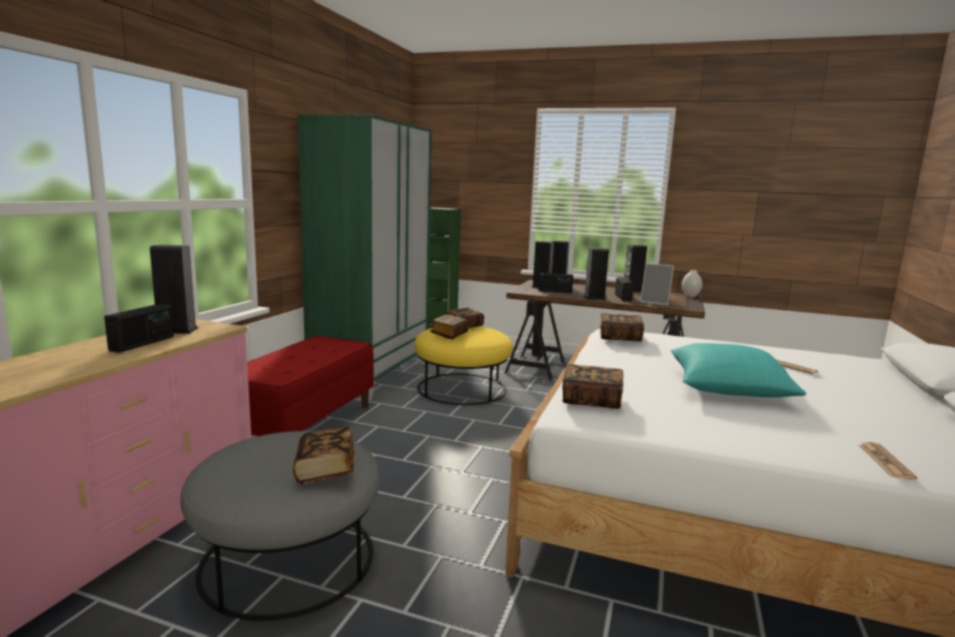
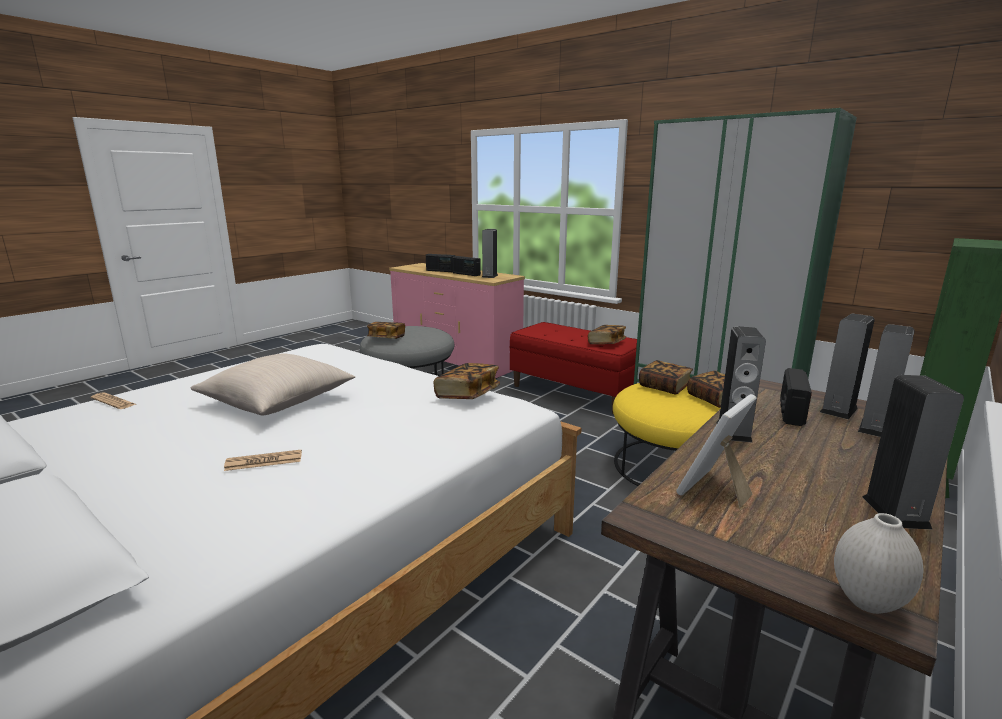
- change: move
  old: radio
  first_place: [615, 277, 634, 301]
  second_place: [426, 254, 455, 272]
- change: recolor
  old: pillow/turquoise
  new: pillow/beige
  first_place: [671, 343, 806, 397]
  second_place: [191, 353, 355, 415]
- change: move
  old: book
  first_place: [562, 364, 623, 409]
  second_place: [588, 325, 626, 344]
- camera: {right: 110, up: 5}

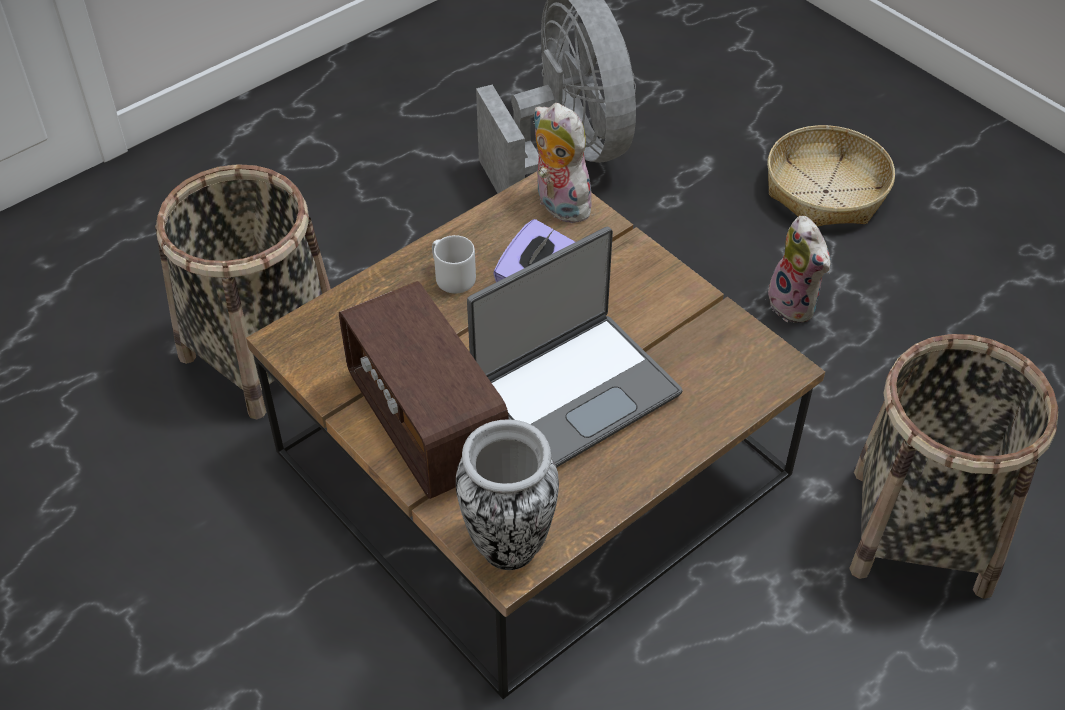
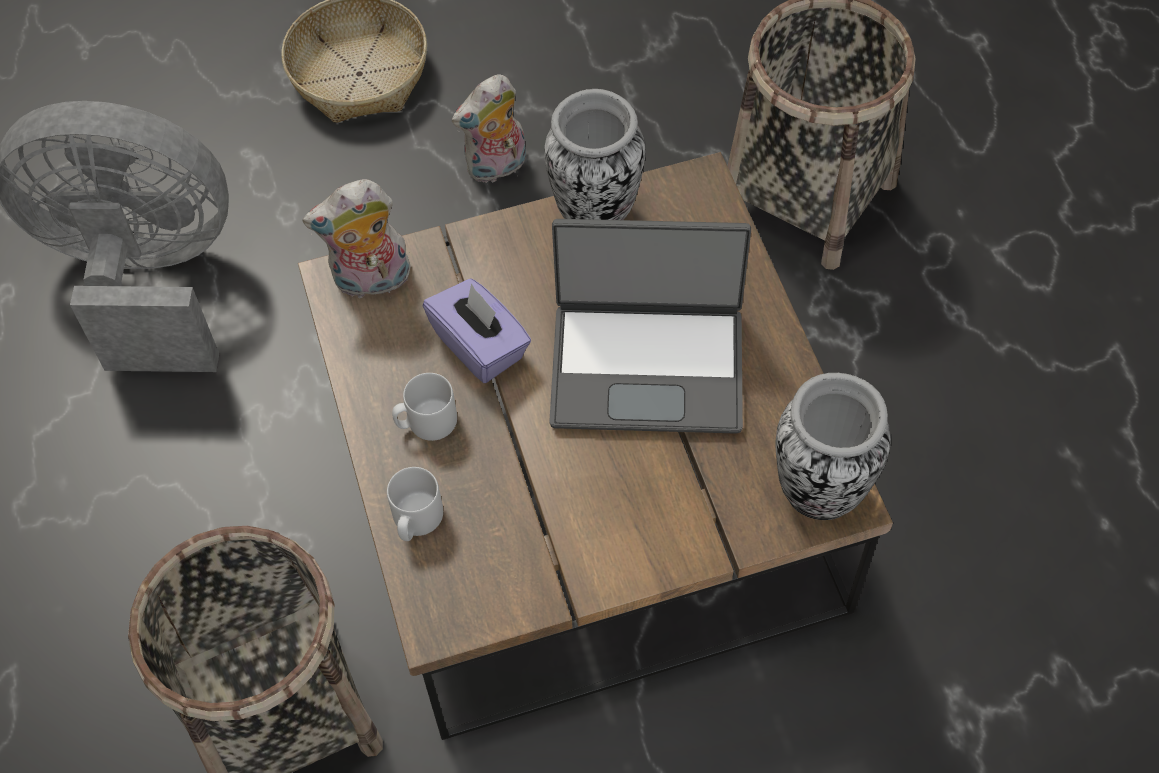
- change: rotate
  old: plush toy
  first_place: [764, 216, 831, 323]
  second_place: [452, 74, 526, 183]
  degrees: 150
- change: rotate
  old: laptop
  first_place: [467, 227, 683, 468]
  second_place: [549, 219, 751, 434]
  degrees: 105
- change: delete
  old: radio
  first_place: [339, 281, 508, 499]
- change: insert
  new: vase
  second_place: [544, 89, 646, 220]
- change: insert
  new: mug/grey
  second_place: [387, 467, 443, 541]
- camera: {right: -65, up: 10}

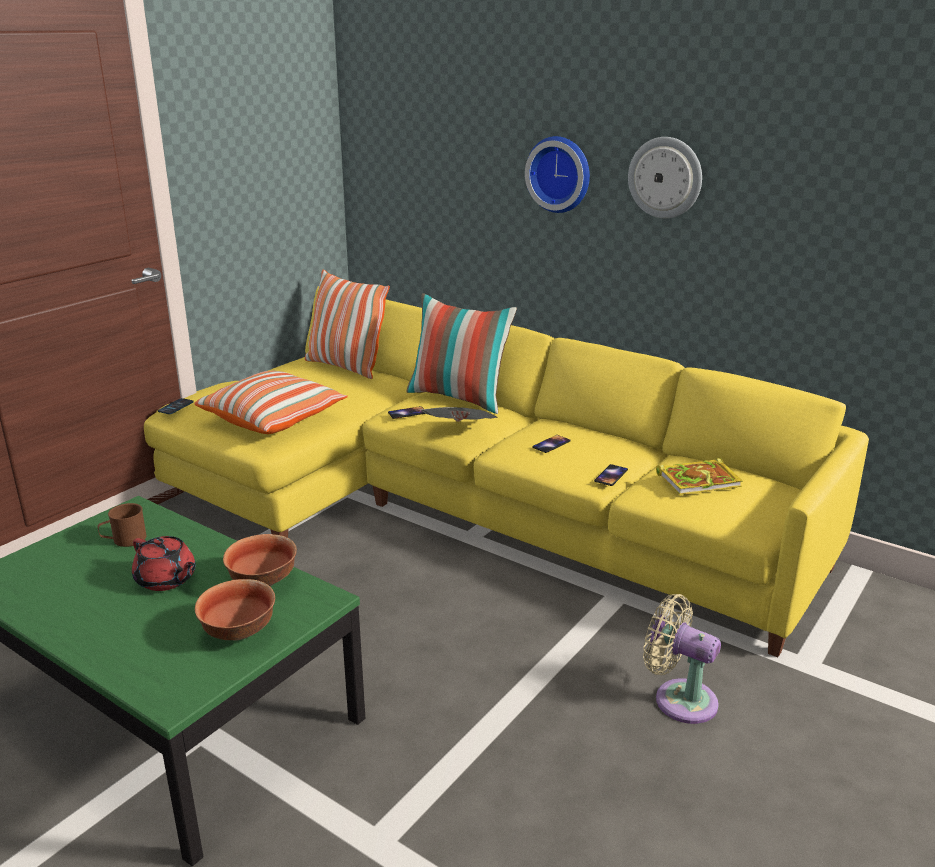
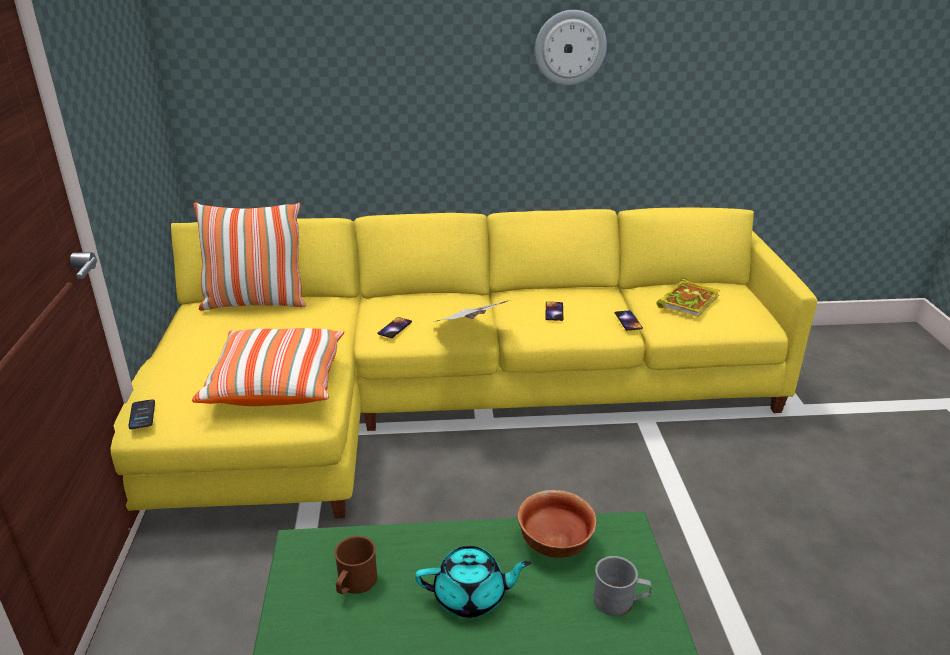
- change: delete
  old: wall clock
  first_place: [525, 136, 590, 213]
- change: delete
  old: pillow
  first_place: [406, 293, 517, 414]
- change: recolor
  old: teapot/red
  new: teapot/turquoise
  first_place: [132, 536, 196, 591]
  second_place: [415, 546, 531, 618]
- change: replace
  old: bowl
  new: mug/grey
  first_place: [195, 579, 275, 640]
  second_place: [593, 556, 652, 616]
- change: delete
  old: fan/beige
  first_place: [643, 594, 721, 724]
- camera: {right: -40, up: 5}

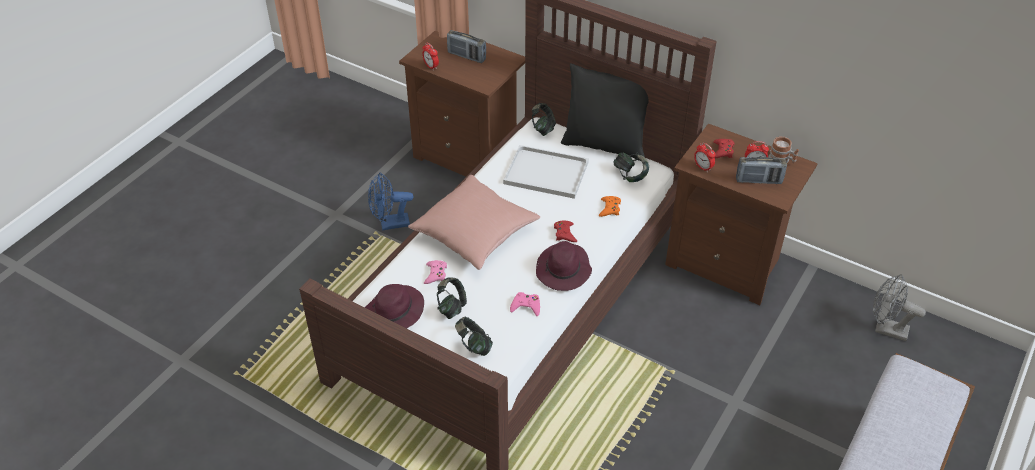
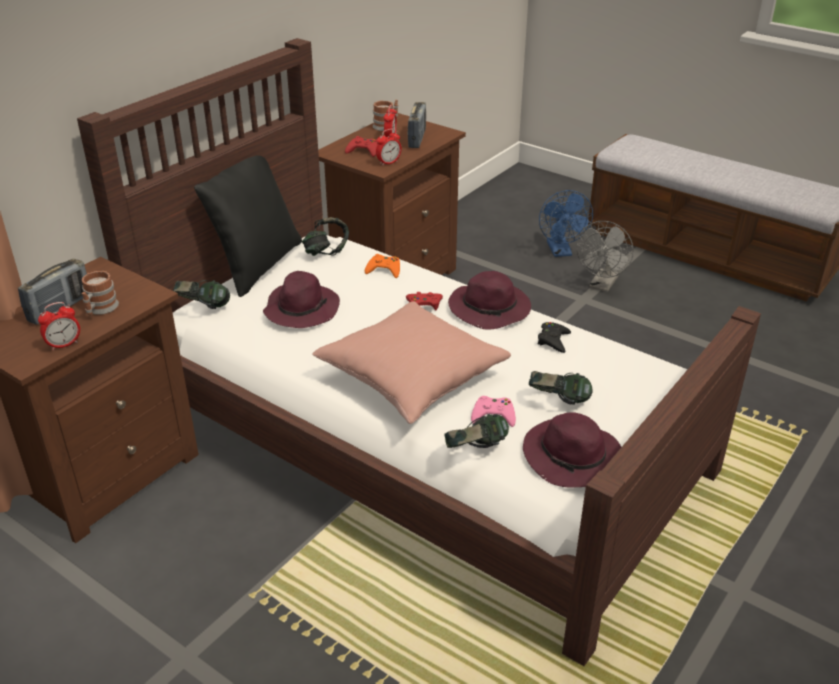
- change: replace
  old: tray/white
  new: hat/purple
  first_place: [503, 145, 589, 199]
  second_place: [263, 271, 340, 328]
- change: move
  old: fan/blue
  first_place: [368, 172, 414, 231]
  second_place: [539, 190, 593, 257]
- change: move
  old: fan/grey
  first_place: [873, 274, 926, 341]
  second_place: [576, 221, 634, 292]
- change: recolor
  old: game controller/pink
  new: game controller/black
  first_place: [510, 292, 540, 316]
  second_place: [537, 322, 571, 353]
- change: move
  old: headphones
  first_place: [455, 317, 493, 356]
  second_place: [444, 414, 509, 448]
- change: insert
  new: mug
  second_place: [82, 271, 119, 316]
- camera: {right: -85, up: -10}

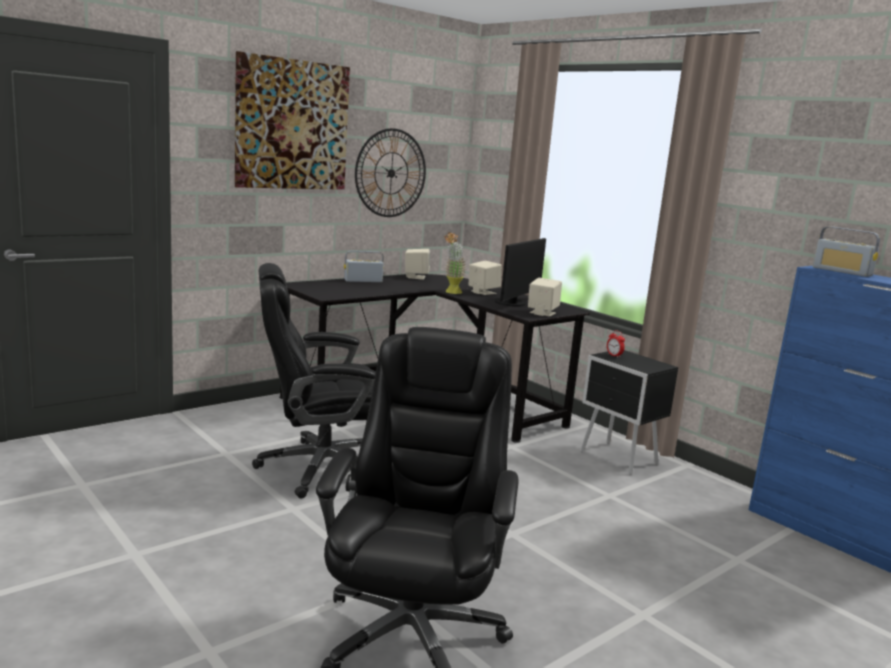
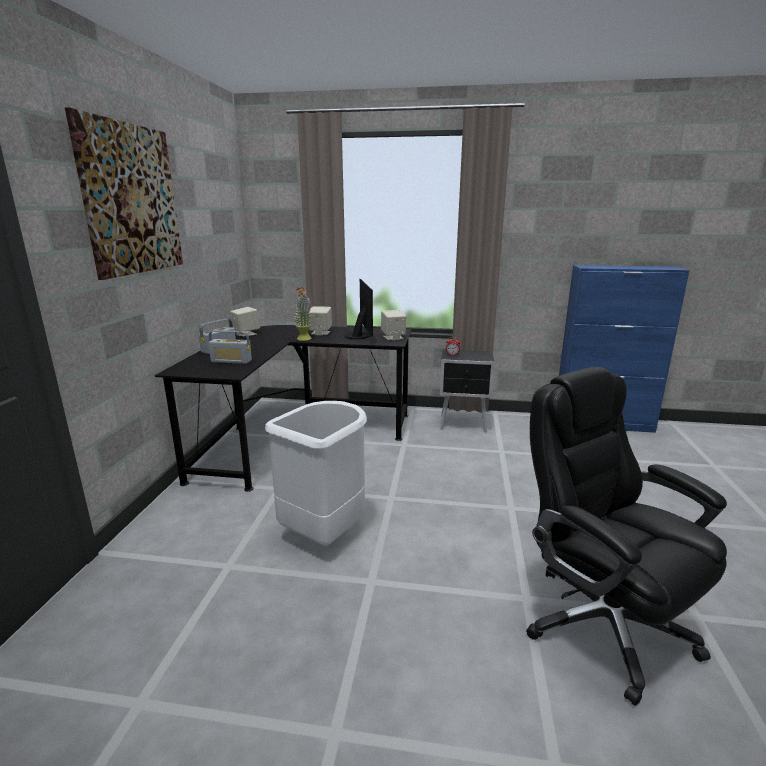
- change: delete
  old: wall clock
  first_place: [355, 128, 426, 217]
- change: move
  old: radio
  first_place: [813, 227, 880, 277]
  second_place: [209, 330, 252, 364]
- change: replace
  old: office chair/black
  new: trash can/white
  first_place: [252, 263, 376, 499]
  second_place: [265, 401, 367, 546]
- camera: {right: -40, up: 5}

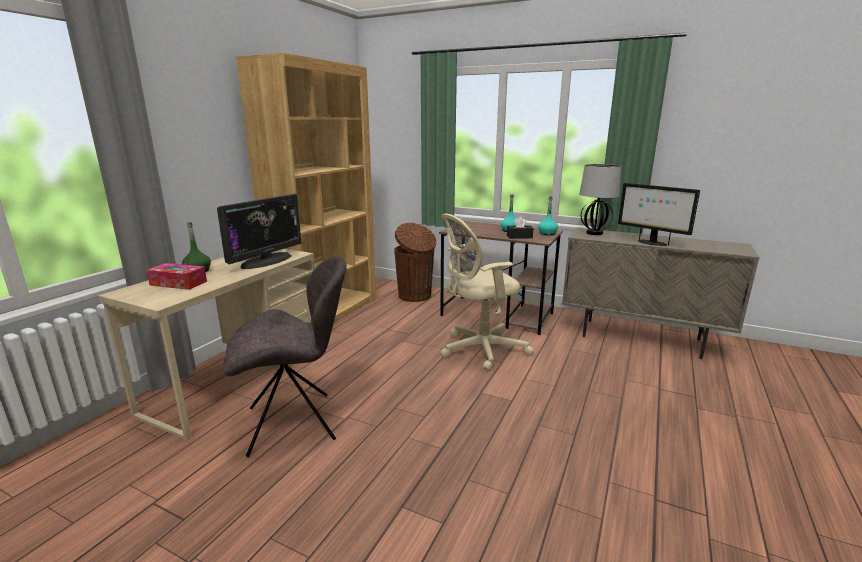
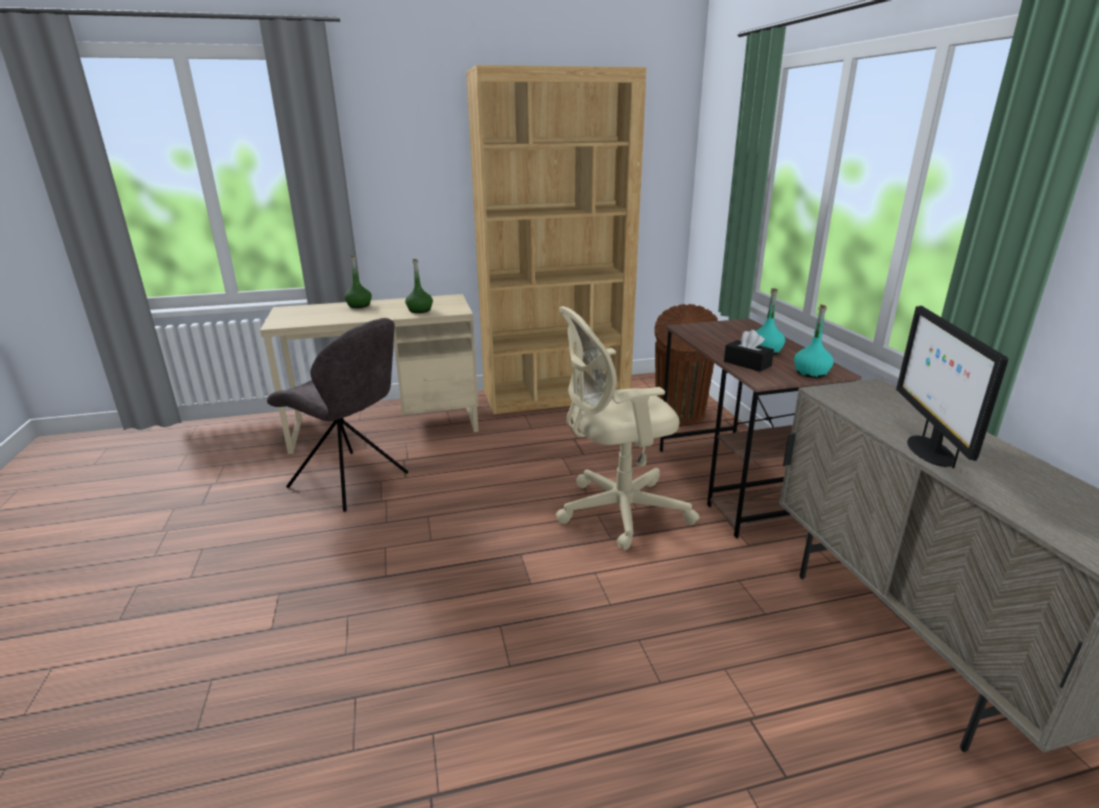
- change: delete
  old: table lamp
  first_place: [579, 164, 621, 235]
- change: replace
  old: monitor
  new: bottle/green
  first_place: [217, 194, 301, 269]
  second_place: [405, 259, 433, 313]
- change: rotate
  old: office chair/beige
  first_place: [440, 214, 534, 371]
  second_place: [556, 306, 700, 550]
  degrees: -45
- change: delete
  old: tissue box
  first_place: [146, 263, 207, 290]
- camera: {right: 50, up: 5}

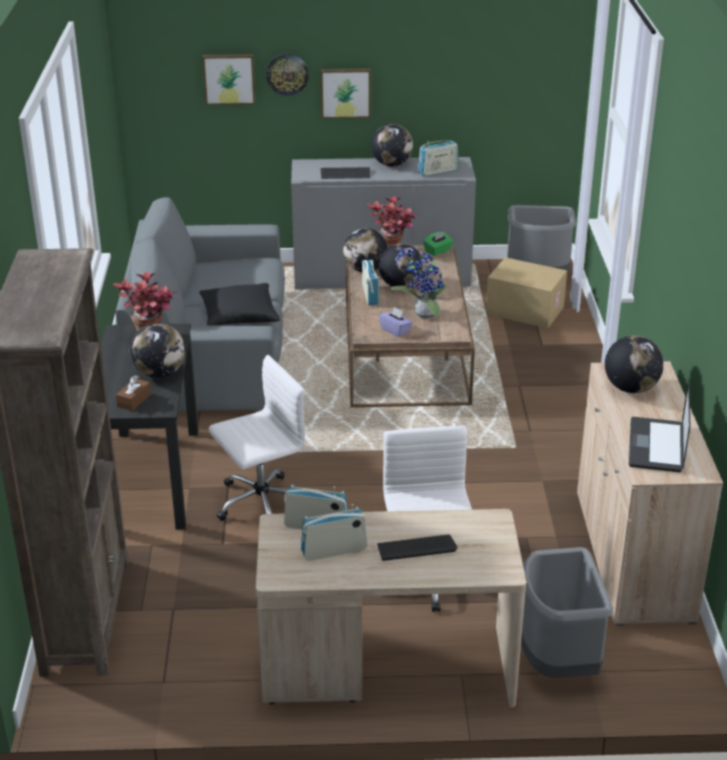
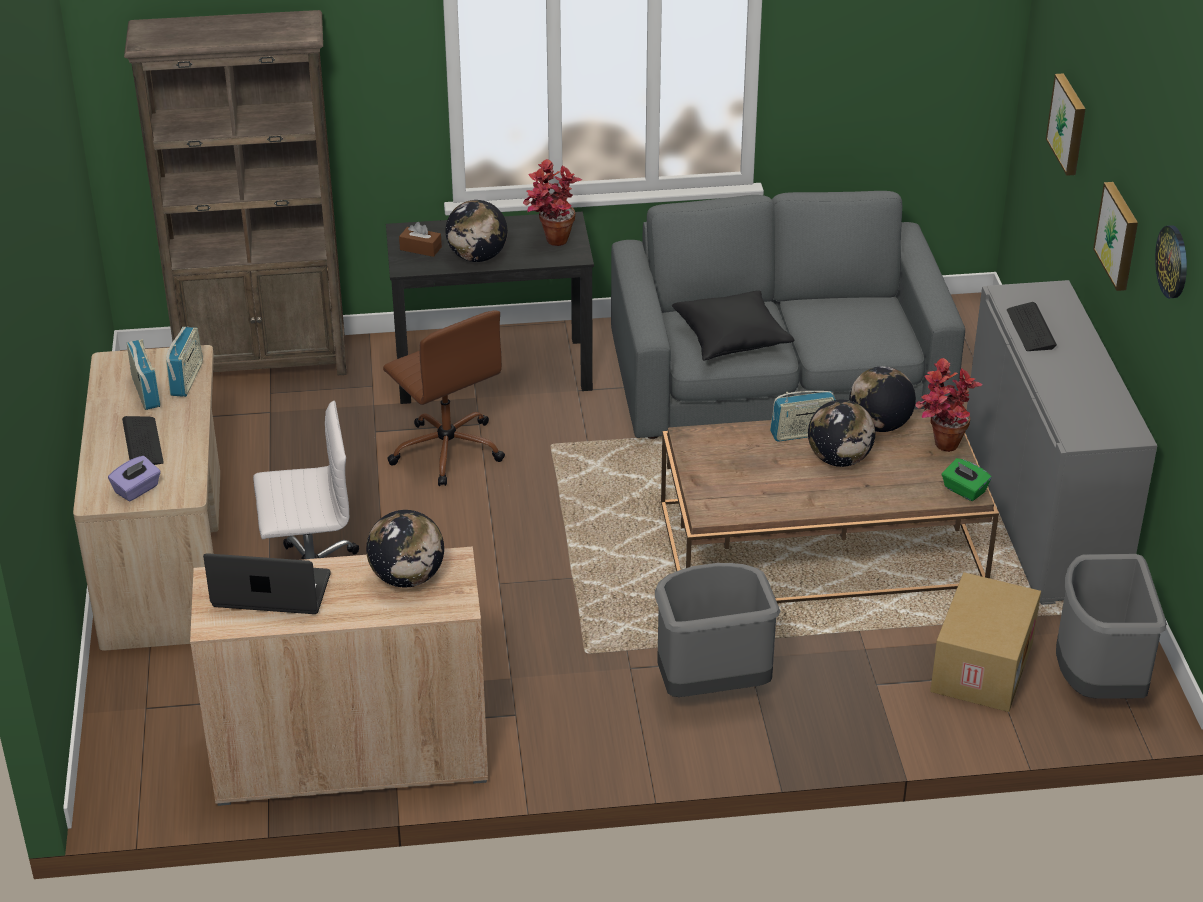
- change: move
  old: wall clock
  first_place: [266, 53, 309, 96]
  second_place: [1155, 225, 1187, 298]
- change: delete
  old: globe
  first_place: [371, 124, 413, 166]
- change: delete
  old: radio
  first_place: [418, 141, 459, 177]
- change: delete
  old: potted plant
  first_place: [391, 249, 447, 319]
- change: move
  old: tissue box/purple
  first_place: [379, 307, 413, 337]
  second_place: [108, 456, 161, 502]
- change: recolor
  old: office chair/white
  new: office chair/brown
  first_place: [209, 355, 305, 521]
  second_place: [383, 310, 505, 486]
- change: move
  old: trash can/grey
  first_place: [521, 547, 613, 678]
  second_place: [655, 563, 781, 697]
- camera: {right: 85, up: 5}

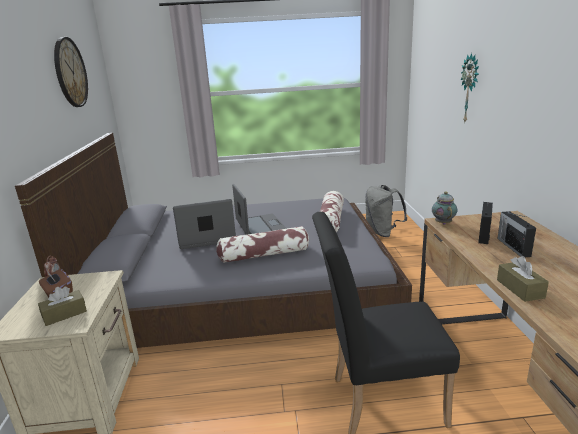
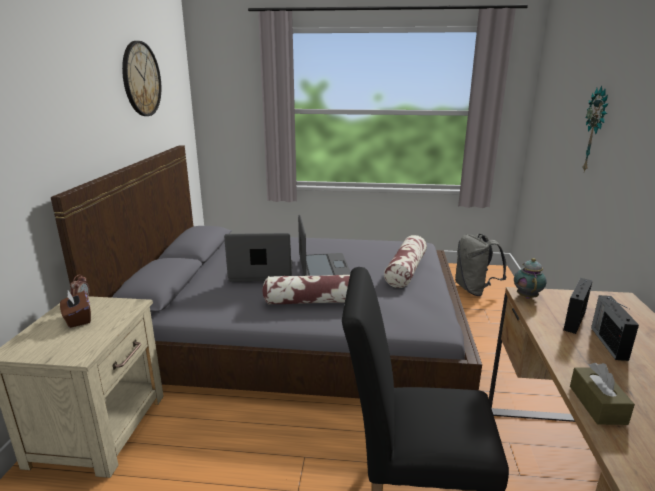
- change: delete
  old: tissue box/brown
  first_place: [38, 286, 87, 326]
- camera: {right: 10, up: 0}

